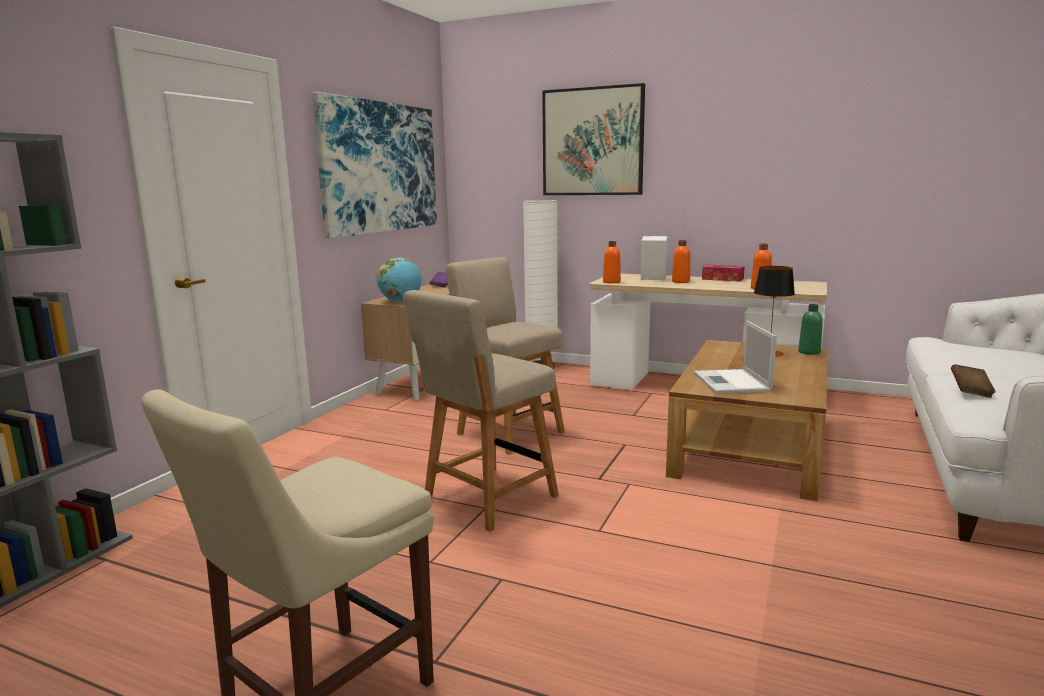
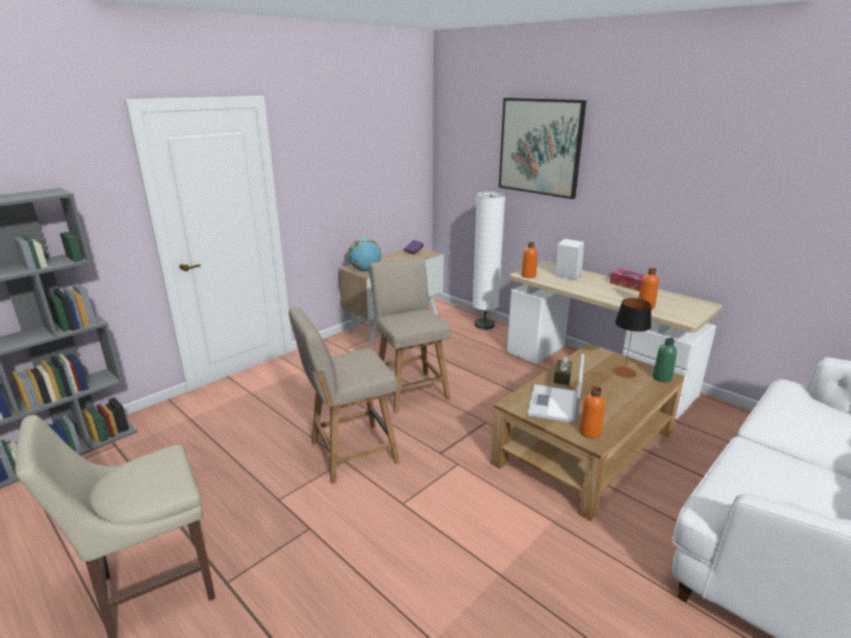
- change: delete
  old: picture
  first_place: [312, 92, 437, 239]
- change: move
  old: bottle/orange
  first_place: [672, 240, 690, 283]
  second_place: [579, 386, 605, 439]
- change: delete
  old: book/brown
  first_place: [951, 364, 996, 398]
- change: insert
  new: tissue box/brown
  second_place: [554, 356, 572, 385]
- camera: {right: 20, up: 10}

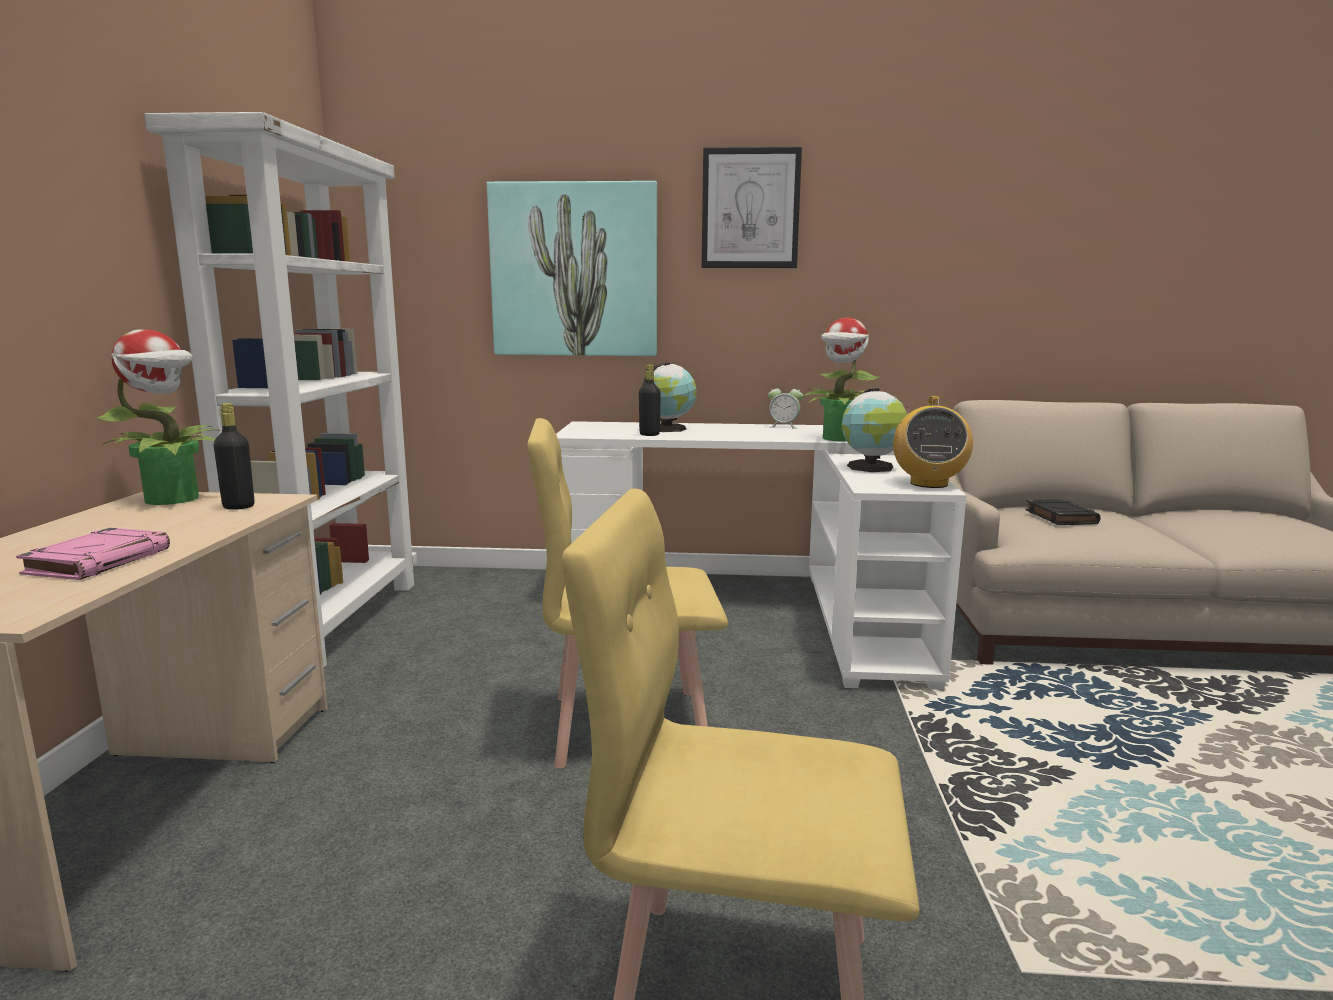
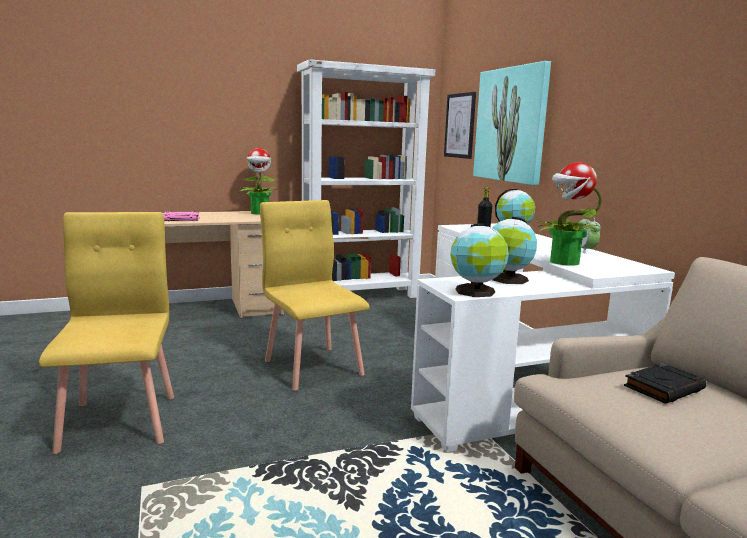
- change: move
  old: picture
  first_place: [702, 147, 802, 268]
  second_place: [444, 92, 476, 159]
- change: replace
  old: radio
  new: globe
  first_place: [893, 396, 973, 488]
  second_place: [450, 223, 509, 297]
- change: delete
  old: bottle/black
  first_place: [213, 403, 255, 510]
- camera: {right: 65, up: 0}

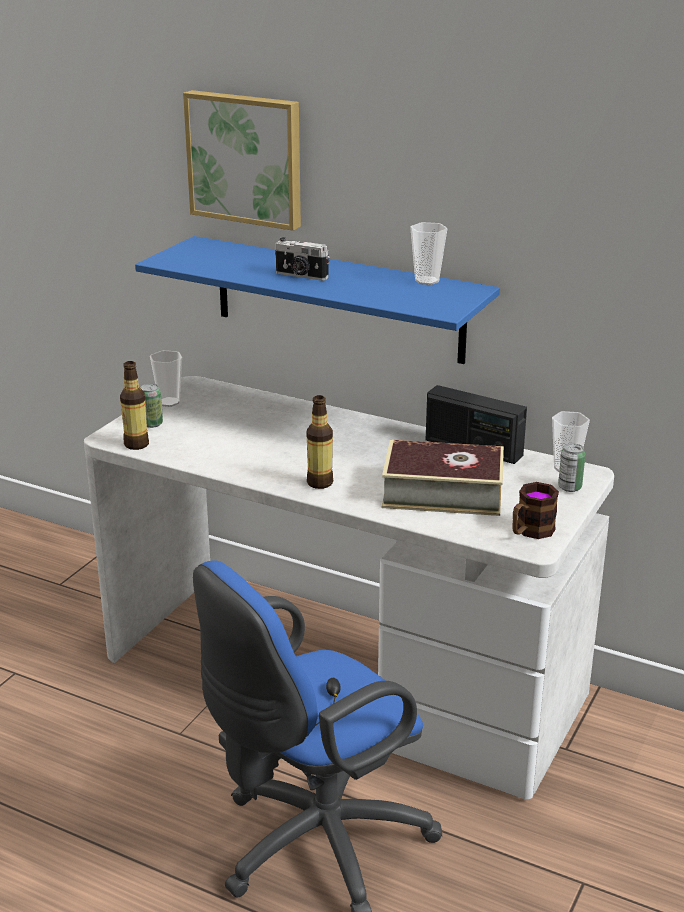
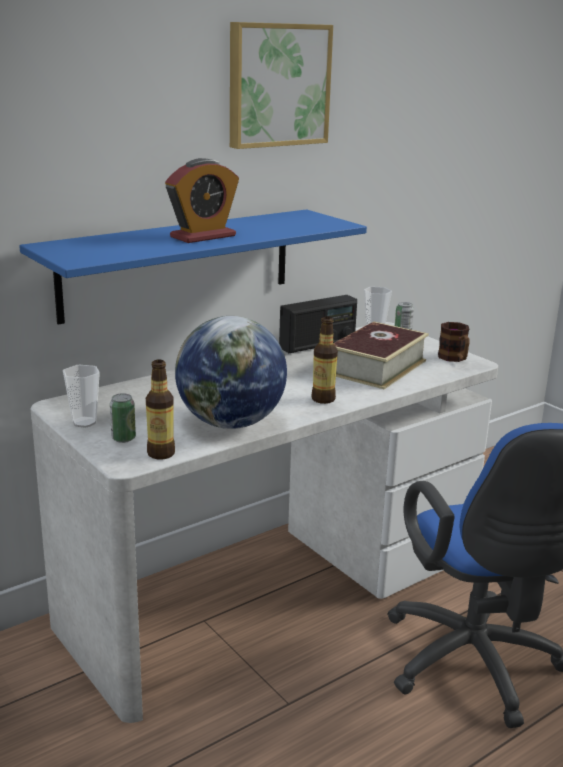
- change: move
  old: picture
  first_place: [183, 90, 301, 231]
  second_place: [230, 22, 333, 149]
- change: delete
  old: cup
  first_place: [410, 222, 448, 285]
- change: replace
  old: photo camera
  new: alarm clock
  first_place: [275, 237, 330, 281]
  second_place: [165, 158, 239, 243]
- change: insert
  new: globe
  second_place: [175, 316, 287, 429]
- camera: {right: -65, up: -5}

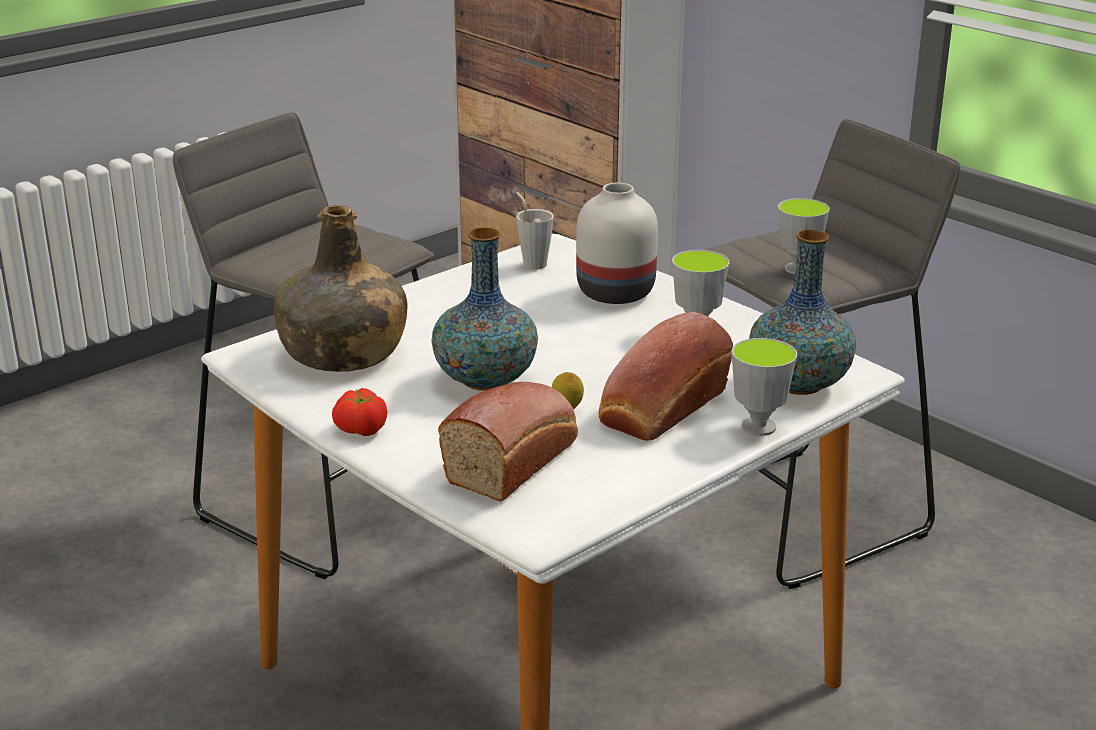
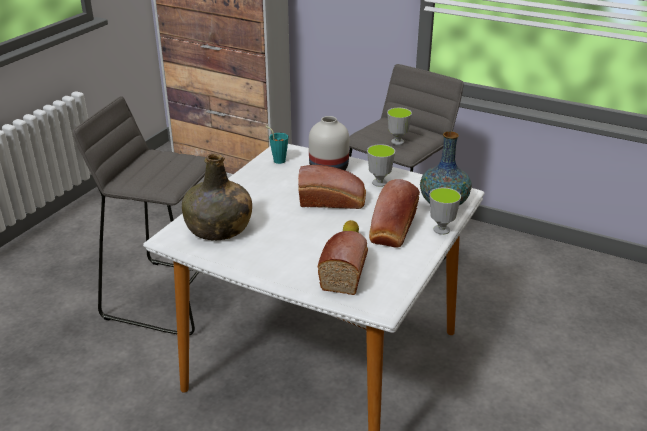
- change: recolor
  old: cup/grey
  new: cup/turquoise
  first_place: [516, 192, 554, 269]
  second_place: [265, 126, 288, 164]
- change: delete
  old: vase
  first_place: [431, 227, 538, 391]
- change: delete
  old: tomato
  first_place: [332, 388, 387, 436]
- change: insert
  new: bread
  second_place: [298, 165, 366, 209]
- camera: {right: -20, up: 5}

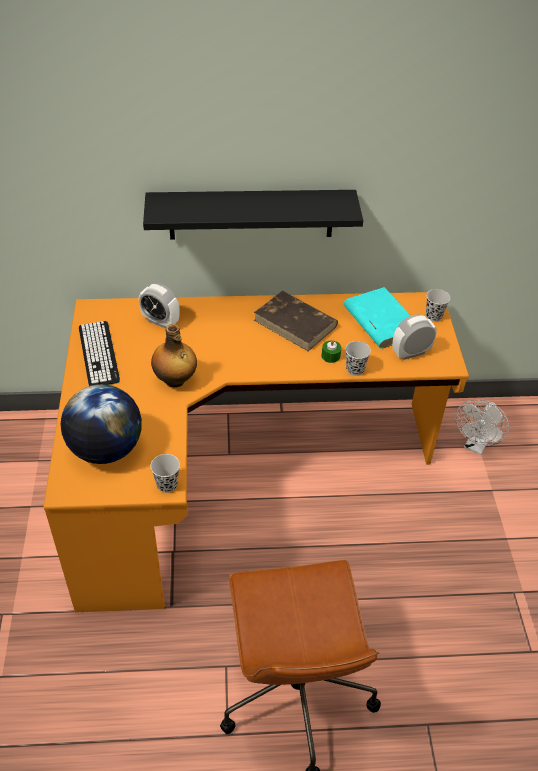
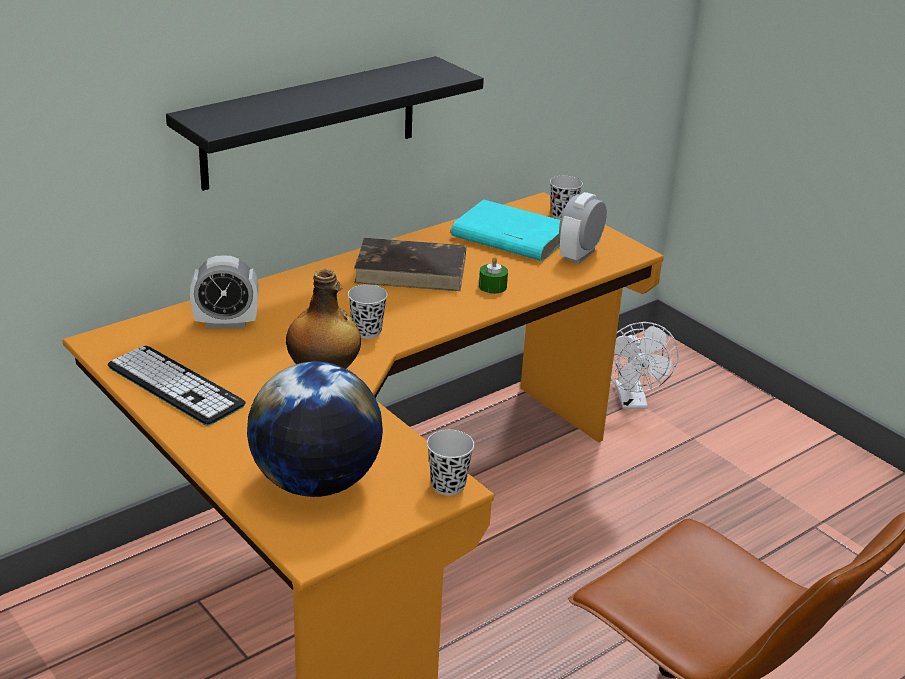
- change: move
  old: cup/black
  first_place: [345, 341, 371, 376]
  second_place: [348, 284, 388, 339]
- camera: {right: -35, up: -15}

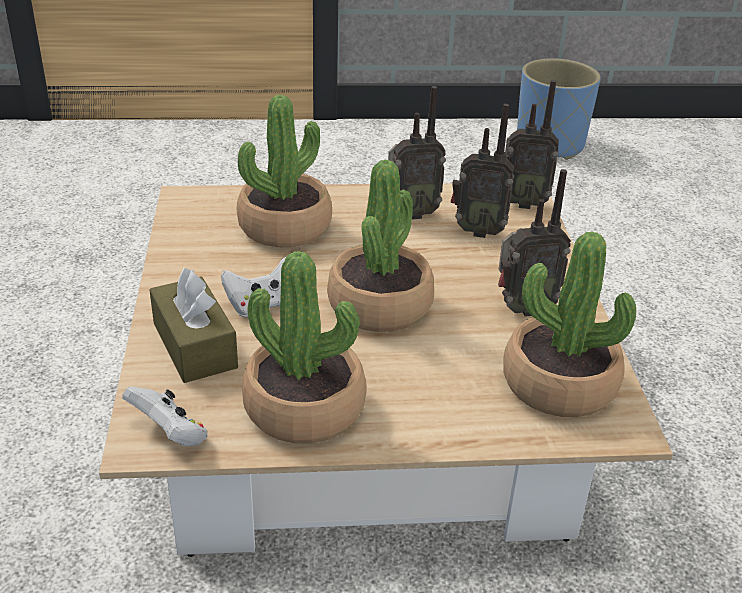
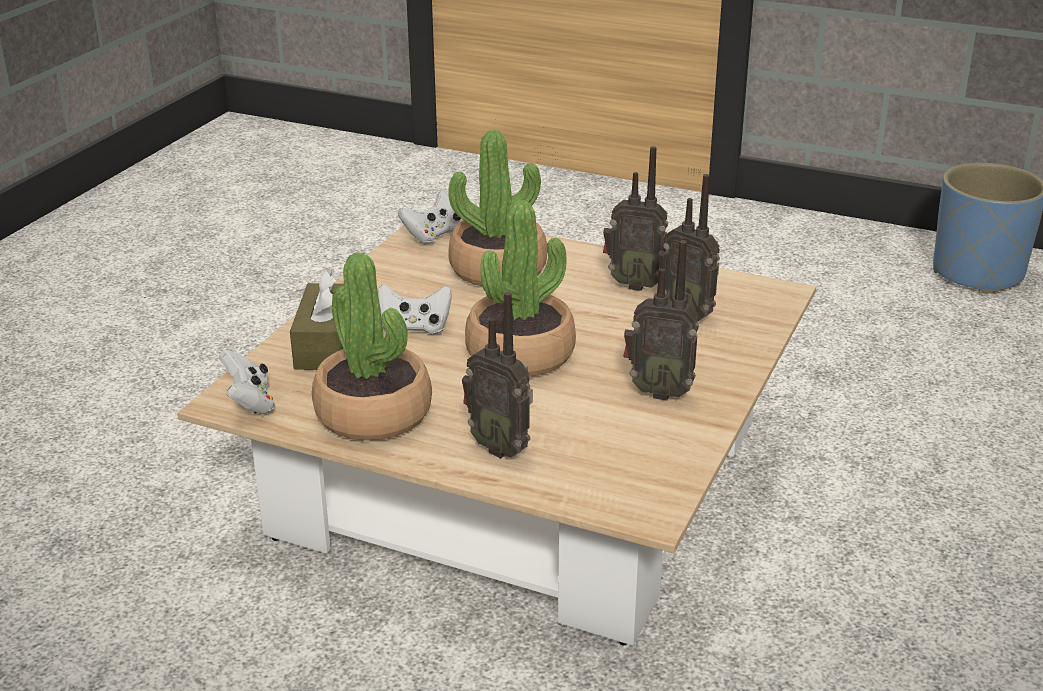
- change: move
  old: radio
  first_place: [505, 80, 559, 209]
  second_place: [462, 292, 533, 458]
- change: delete
  old: potted plant
  first_place: [503, 231, 636, 417]
- change: insert
  new: game controller/white
  second_place: [398, 190, 461, 244]
- camera: {right: 30, up: -5}

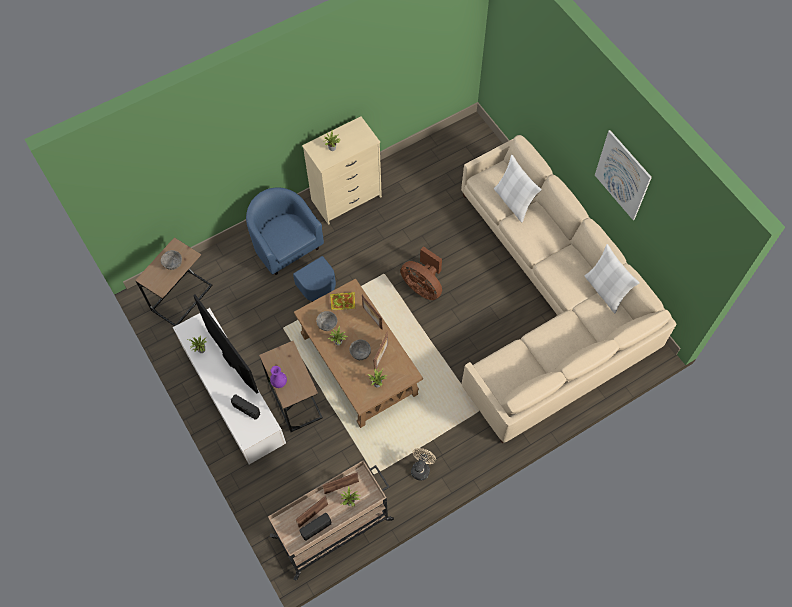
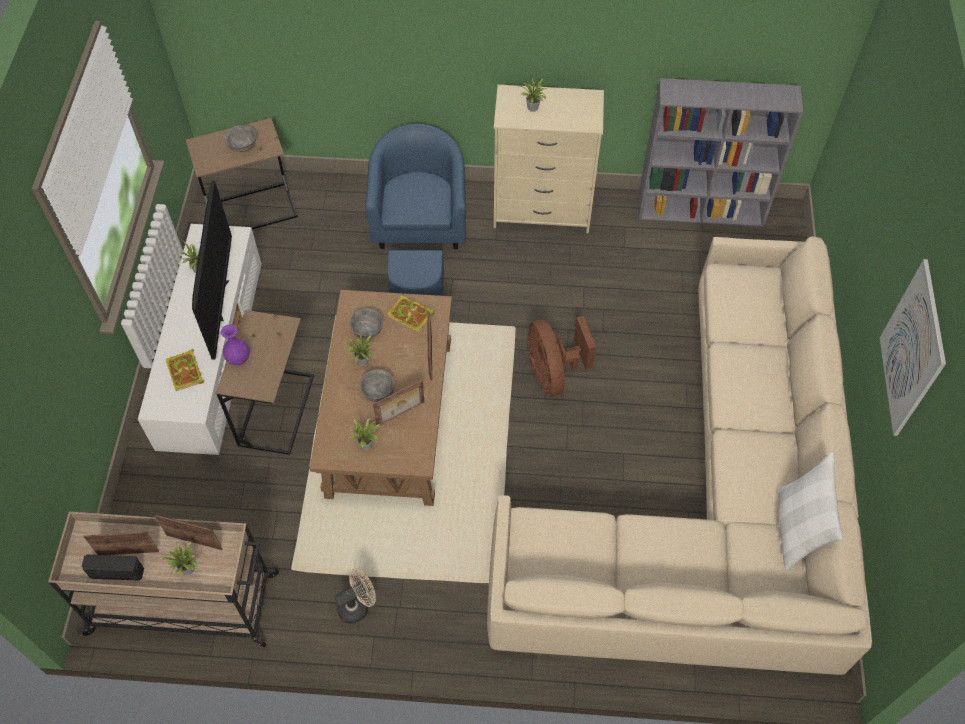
- change: delete
  old: pillow/white
  first_place: [494, 155, 542, 222]
- change: replace
  old: radio
  new: book
  first_place: [231, 394, 260, 420]
  second_place: [165, 349, 204, 391]
- change: insert
  new: bookcase/grey
  second_place: [638, 78, 803, 227]
- camera: {right: 35, up: -5}

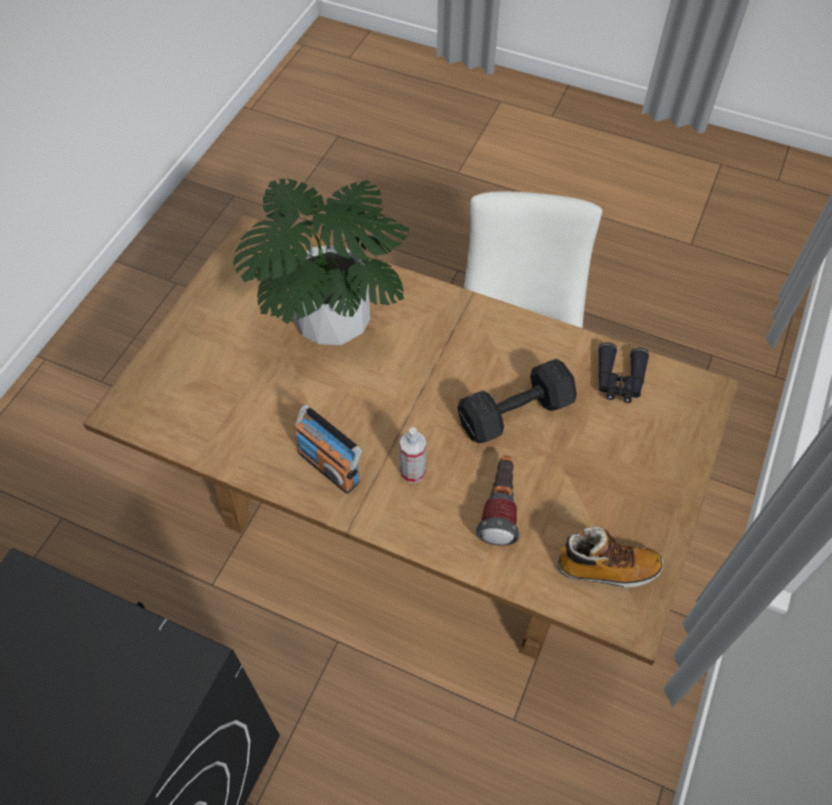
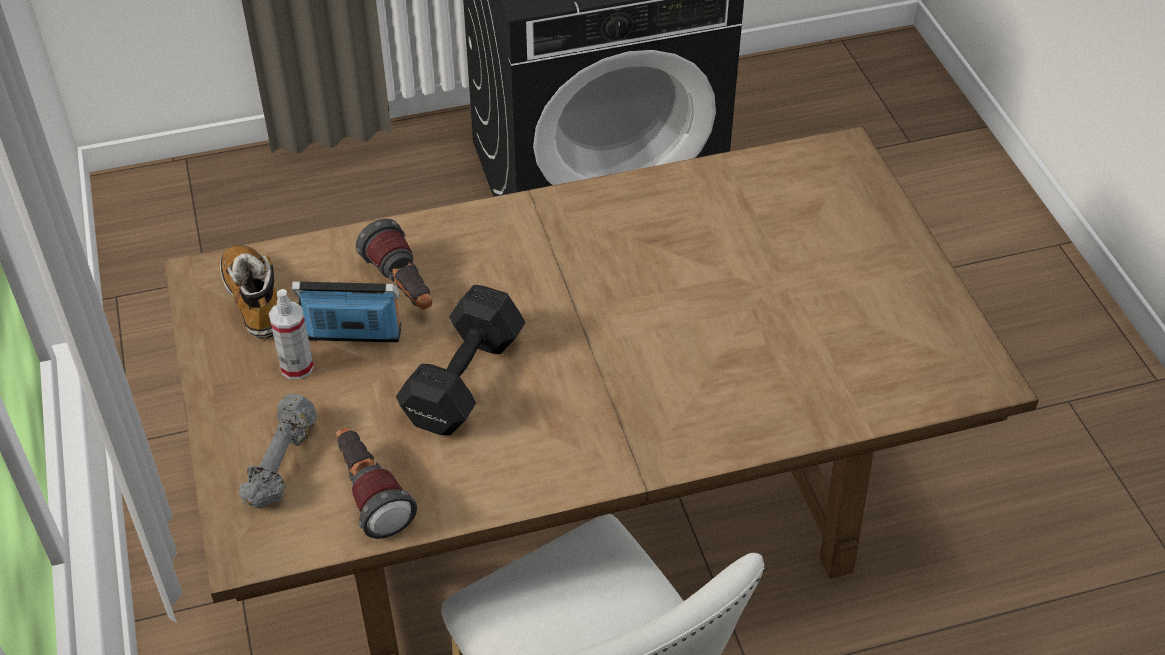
- change: delete
  old: potted plant
  first_place: [233, 179, 409, 345]
- change: replace
  old: binoculars/black
  new: flashlight
  first_place: [598, 342, 649, 403]
  second_place: [337, 427, 417, 539]
- change: move
  old: radio
  first_place: [295, 405, 362, 494]
  second_place: [292, 282, 401, 342]
- change: move
  old: spray bottle
  first_place: [400, 427, 426, 483]
  second_place: [269, 289, 314, 379]
- change: rotate
  old: boot
  first_place: [558, 527, 663, 588]
  second_place: [220, 245, 278, 339]
  degrees: 105
- change: insert
  new: dumbbell/grey
  second_place: [239, 394, 317, 508]
- camera: {right: 140, up: -10}

